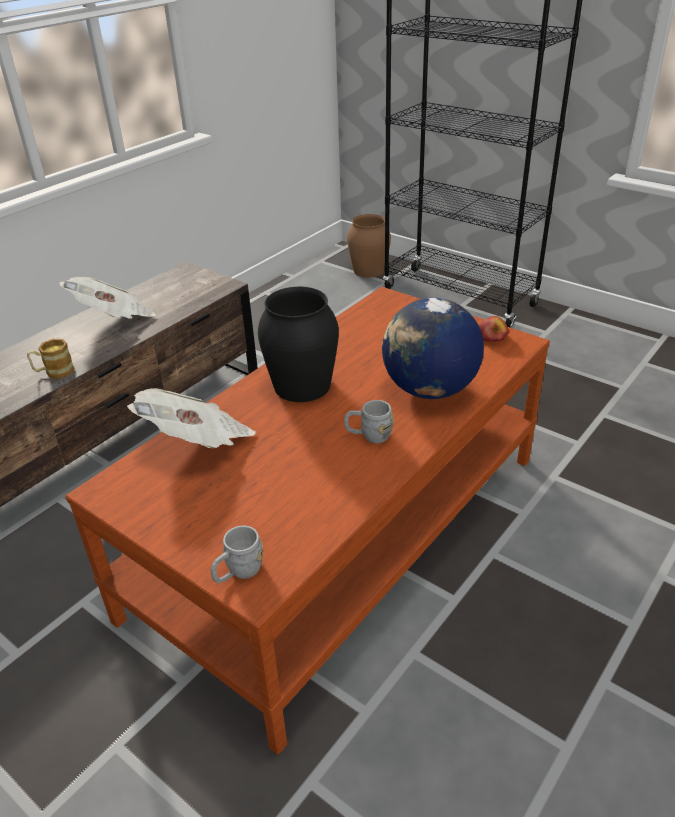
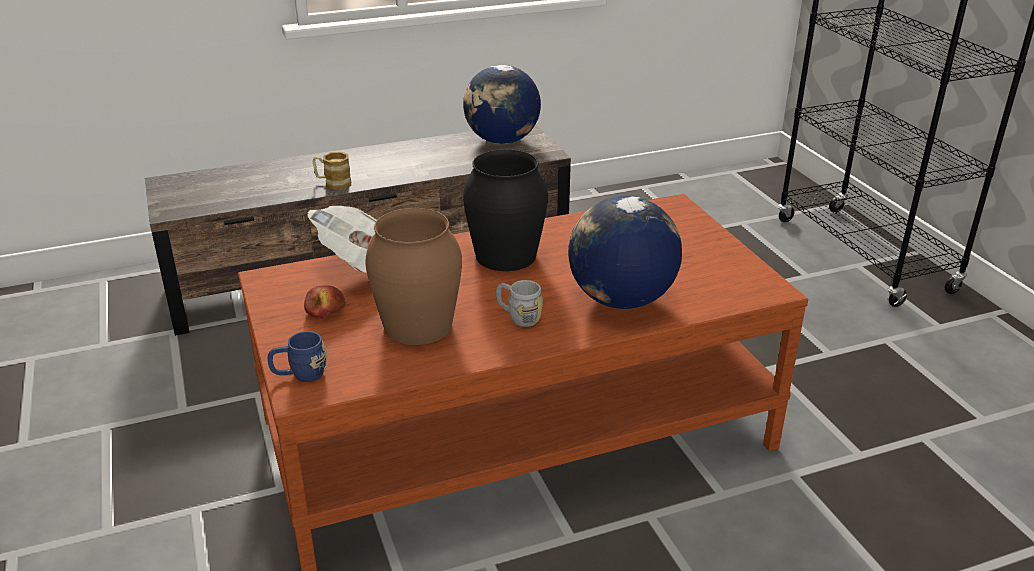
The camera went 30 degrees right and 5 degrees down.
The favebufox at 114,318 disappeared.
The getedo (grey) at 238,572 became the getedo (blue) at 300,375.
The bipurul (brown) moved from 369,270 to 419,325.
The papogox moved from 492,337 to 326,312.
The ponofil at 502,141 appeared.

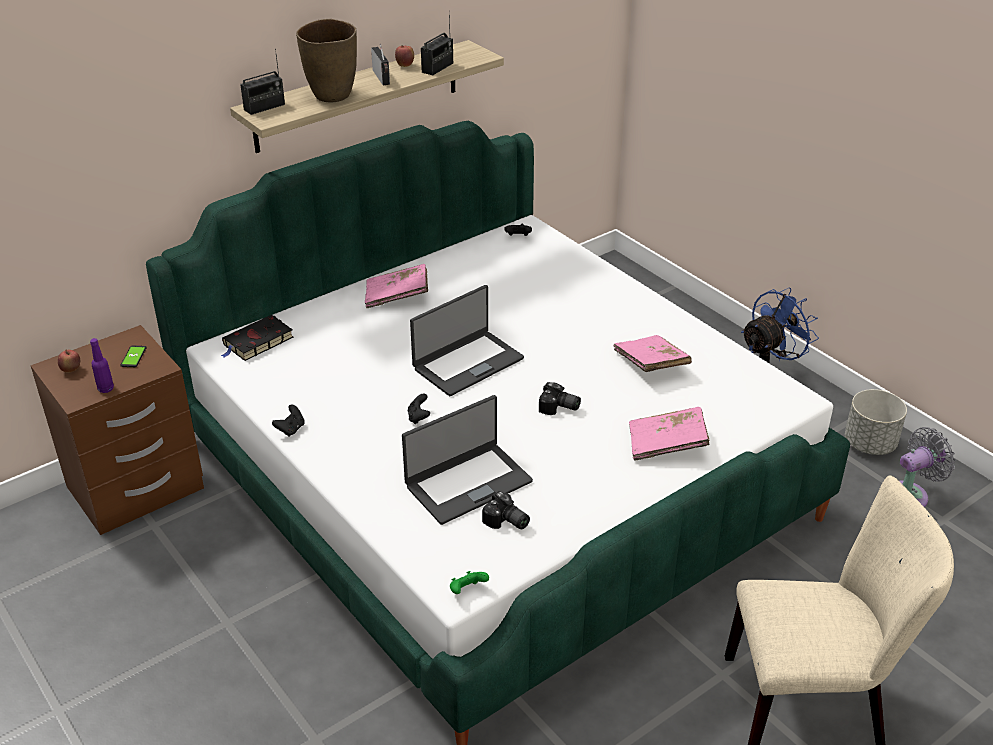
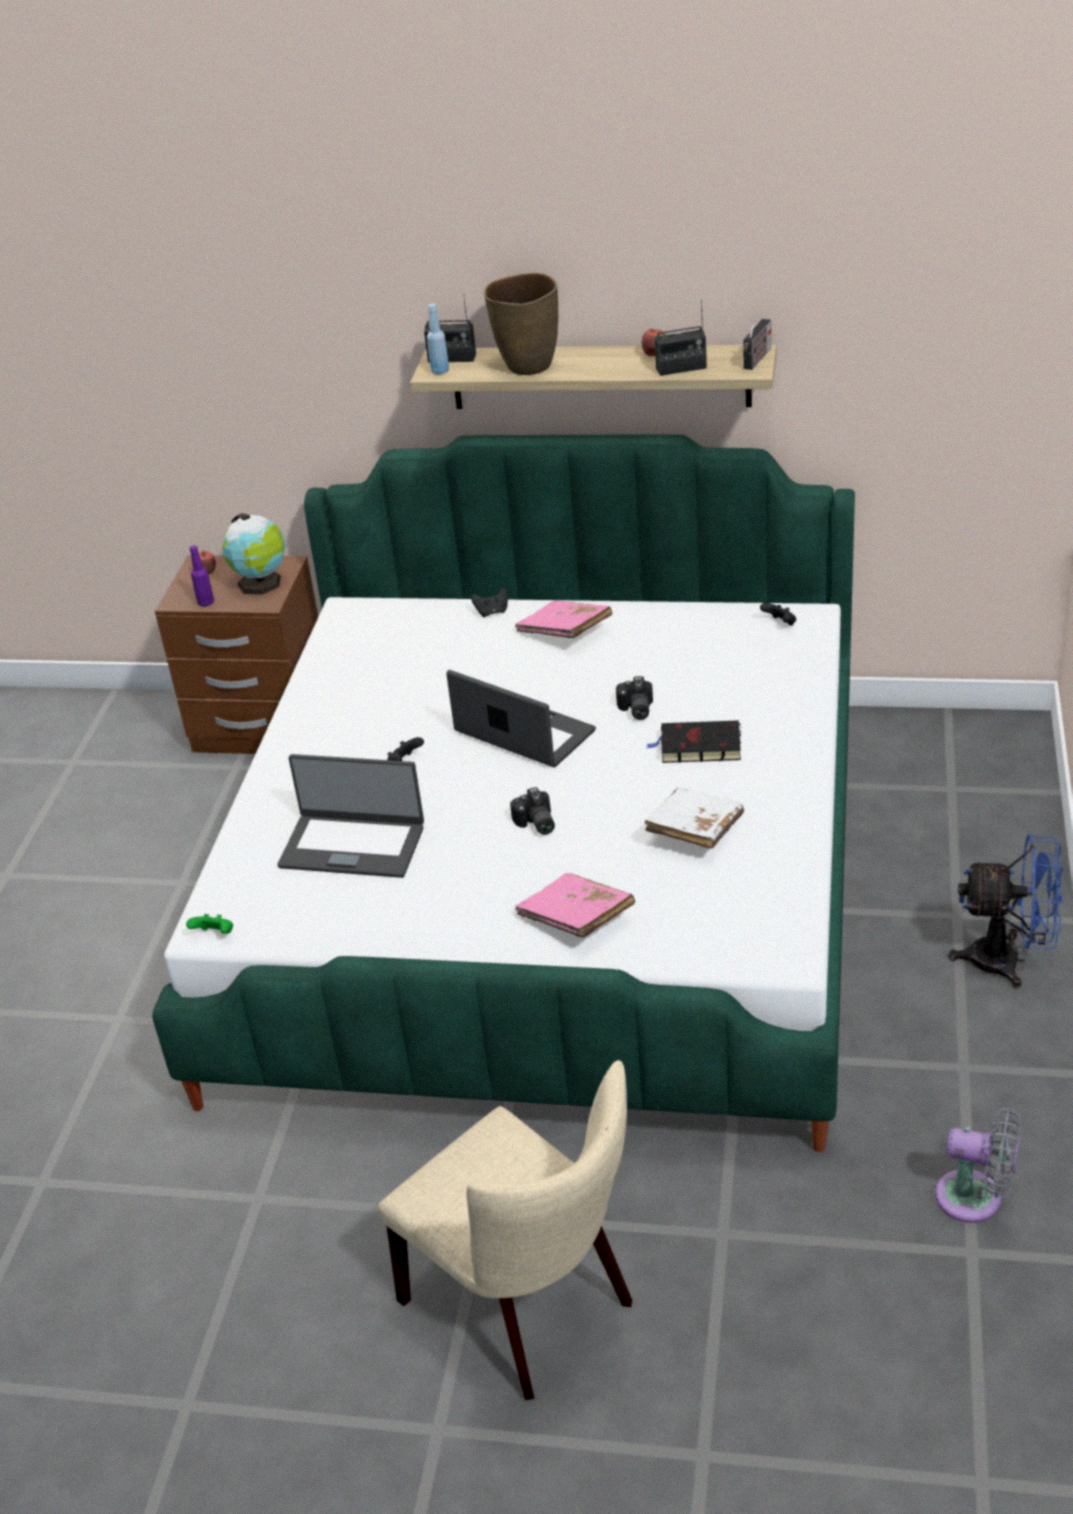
The camera went 50 degrees right and 0 degrees up.
The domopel at 133,357 was replaced by the ponofil at 261,584.
The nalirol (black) moved from 257,342 to 698,747.
The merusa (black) moved from 291,429 to 492,612.
The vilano moved from 382,78 to 757,360.
The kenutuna at 467,363 turned 150 degrees counterclockwise.
The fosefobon moved from 506,522 to 635,710.
The nalirol (pink) at 650,364 became the nalirol (white) at 694,831.
The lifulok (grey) at 869,443 disappeared.
The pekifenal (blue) at 440,371 appeared.

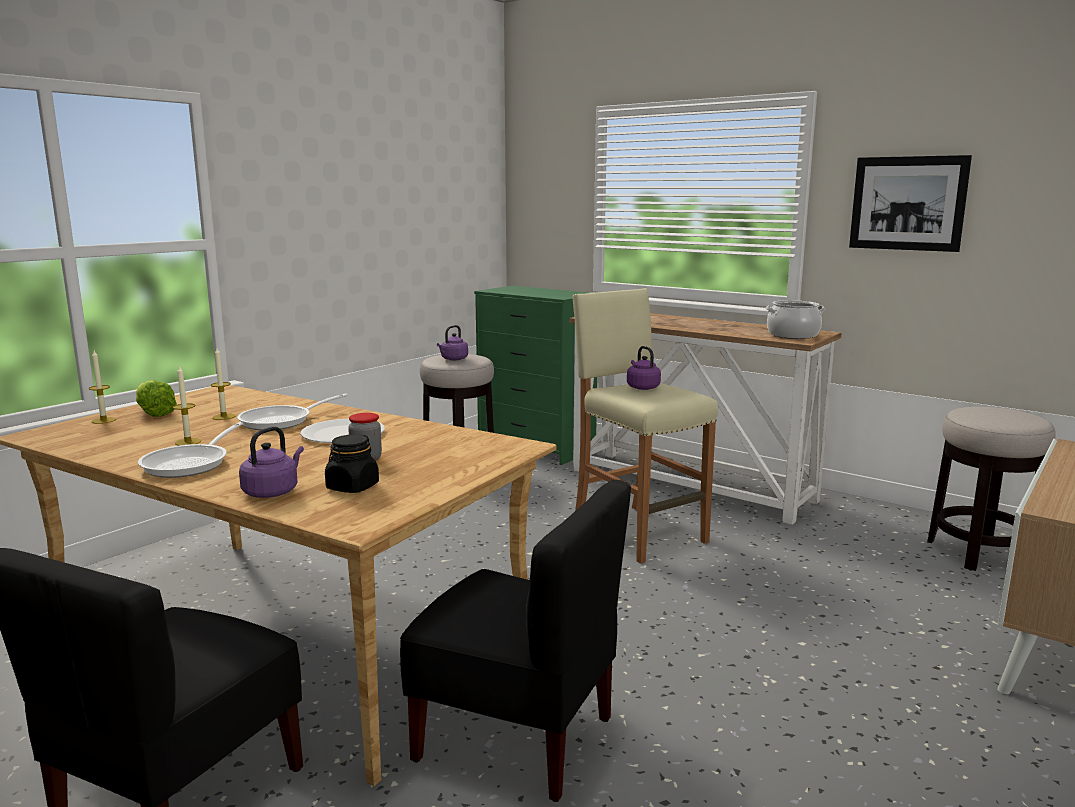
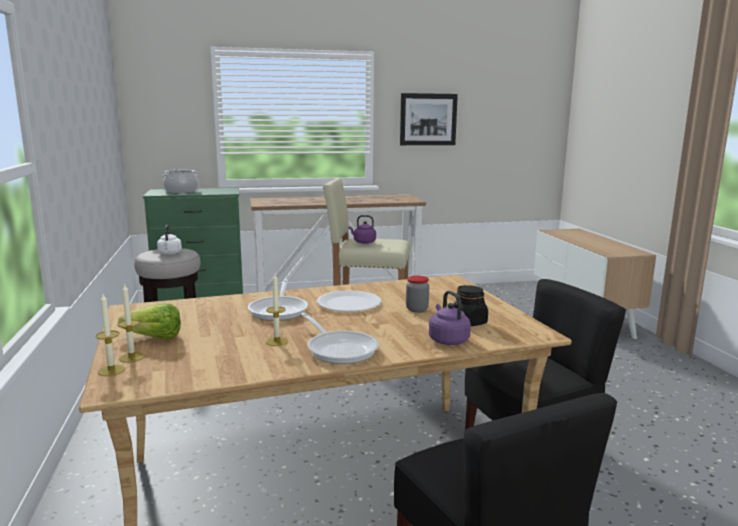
The camera went 50 degrees left and 0 degrees up.
The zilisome moved from 223,417 to 111,370.
The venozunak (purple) at 453,359 became the venozunak (white) at 169,253.
The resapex moved from 793,335 to 181,191.
The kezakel at 979,553 disappeared.

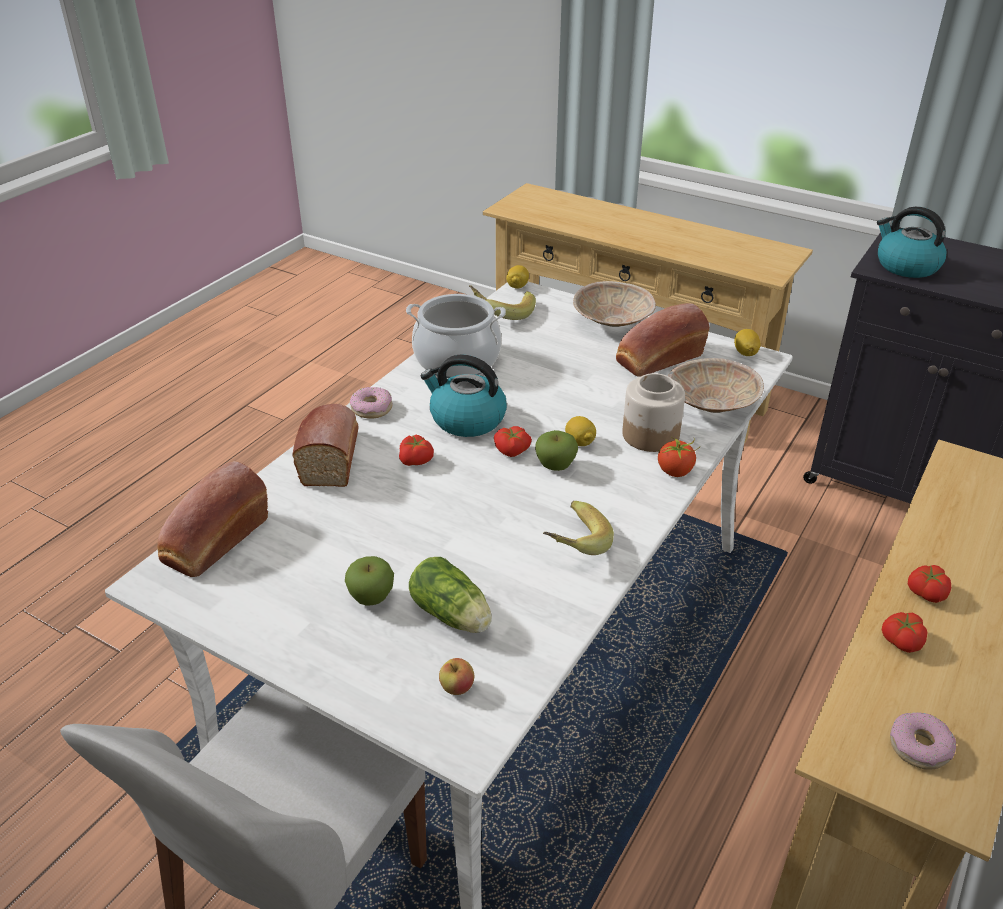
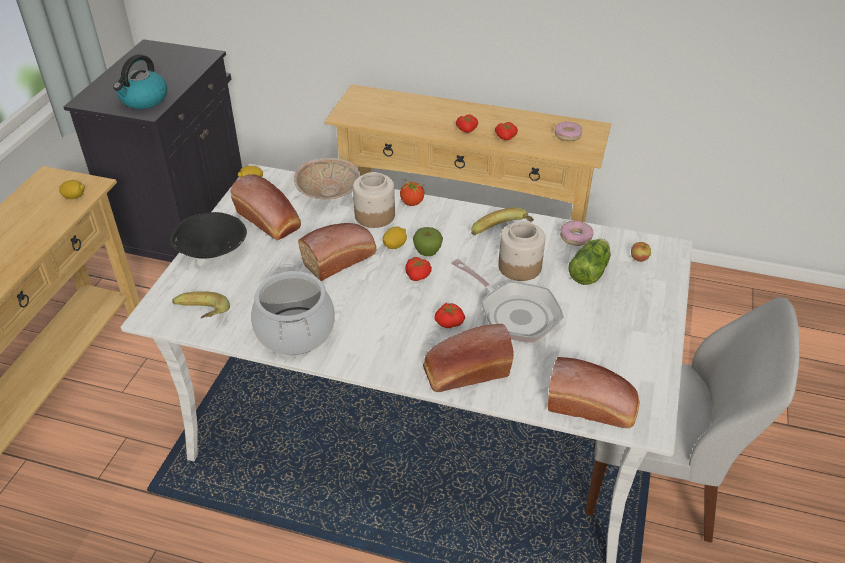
The camera went 105 degrees left and 5 degrees up.
The papogox at 371,598 disappeared.
The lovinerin moved from 372,408 to 576,237.
The venozunak at 466,419 disappeared.
The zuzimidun moved from 517,286 to 74,197.
The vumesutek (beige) at 612,323 became the vumesutek (black) at 212,250.
The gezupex at 341,259 appeared.
The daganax at 514,313 appeared.
The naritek at 519,267 appeared.

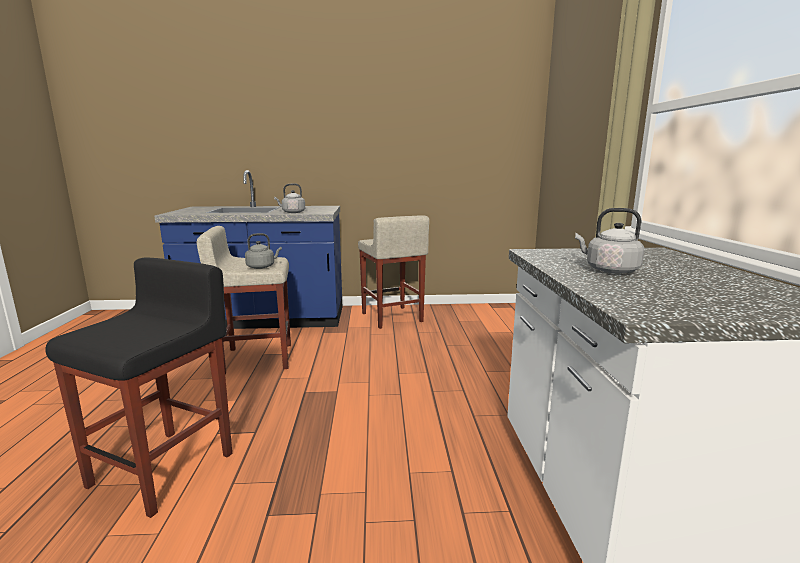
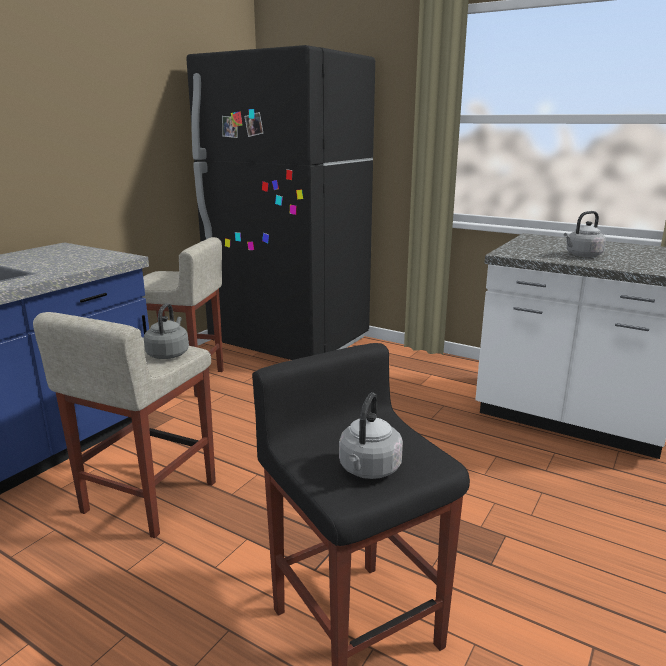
The camera went 55 degrees left and 5 degrees up.
The venozunak (grey) moved from 292,212 to 368,470.
The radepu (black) at 290,342 appeared.

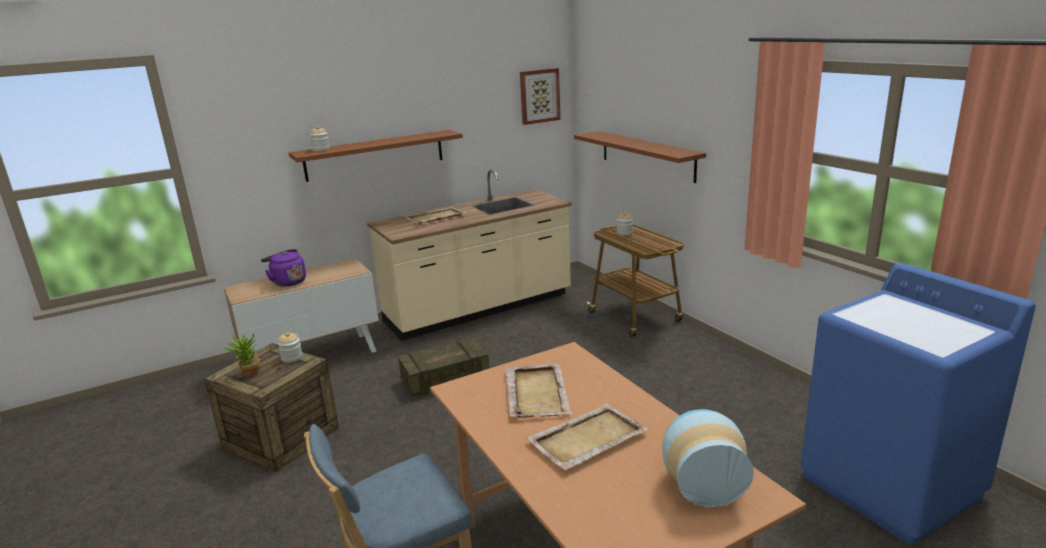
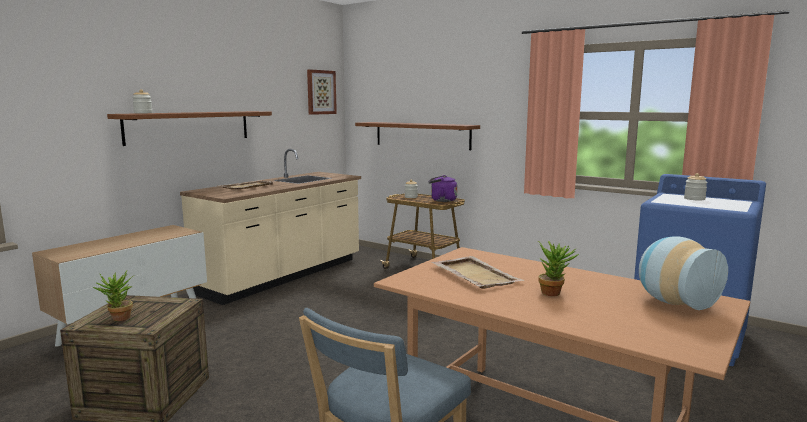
The camera went 25 degrees left and 10 degrees down.
The venozunak (purple) moved from 287,282 to 442,200.
The naritek moved from 292,358 to 694,199.
The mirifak at 445,379 disappeared.
The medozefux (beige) at 586,439 was replaced by the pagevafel at 554,292.

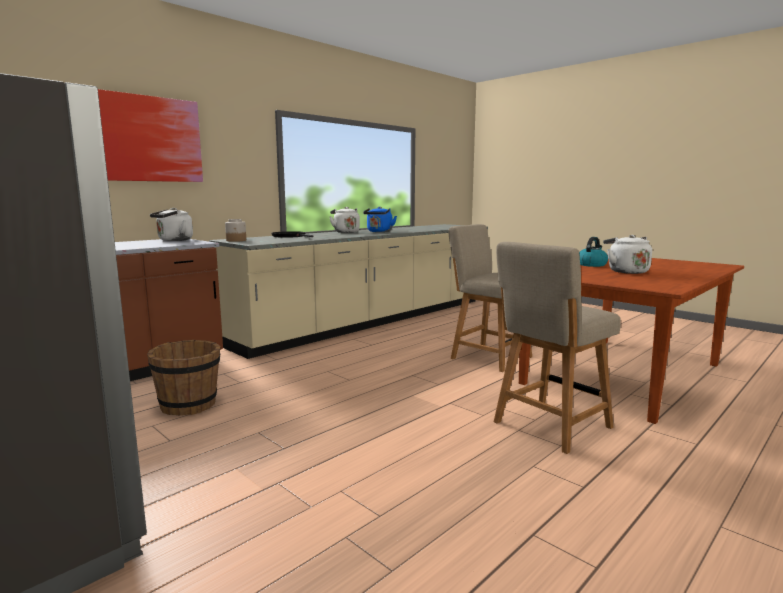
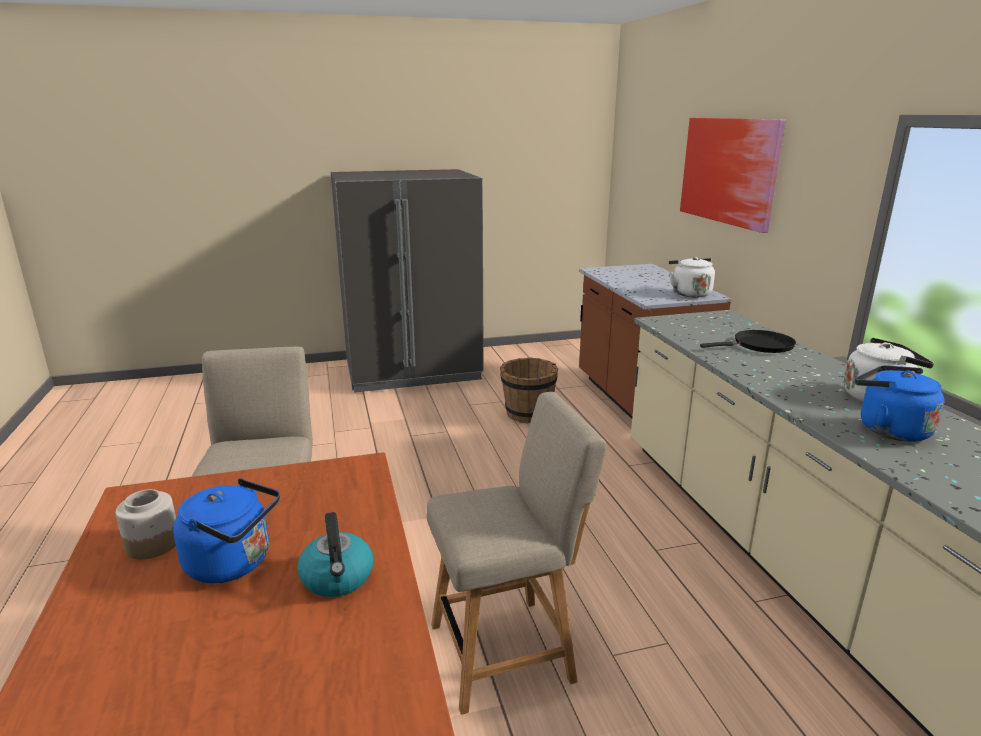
The camera went 120 degrees right and 10 degrees up.
The naritek moved from 236,240 to 152,544.
The venozunak (white) at 626,271 became the venozunak (blue) at 234,563.

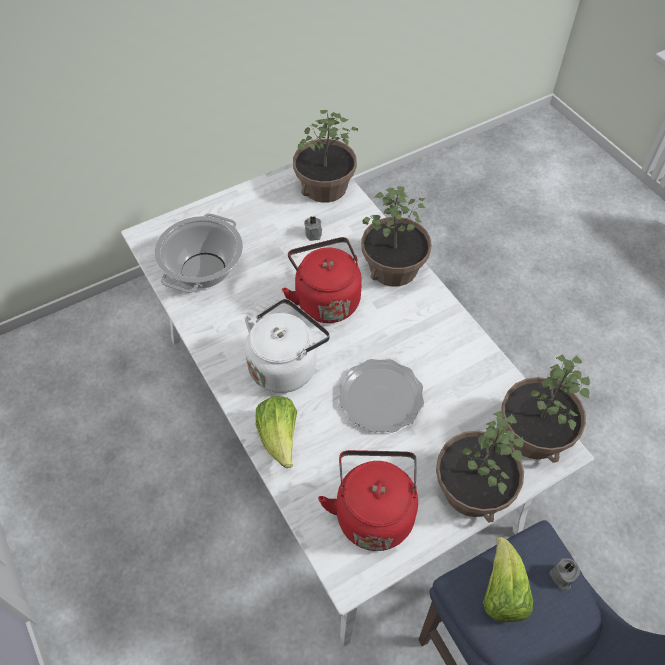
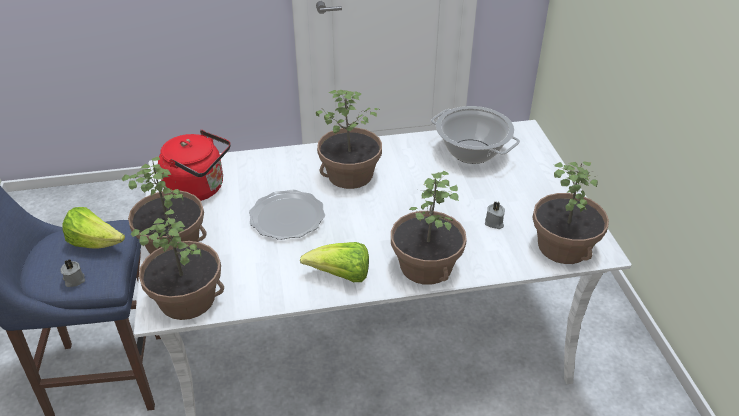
The camera went 110 degrees right and 15 degrees down.
The venozunak (white) at 285,365 was replaced by the pagevafel at 350,175.
The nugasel moved from 279,438 to 341,276.
The venozunak (red) at 325,299 disappeared.

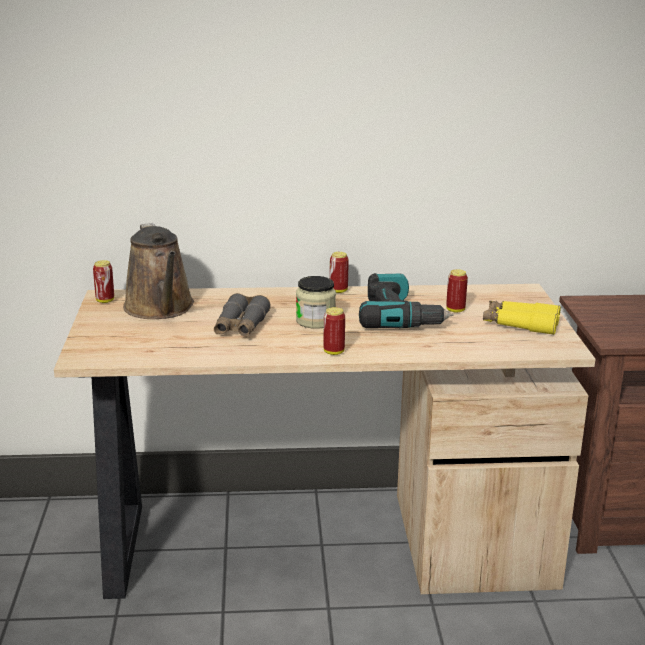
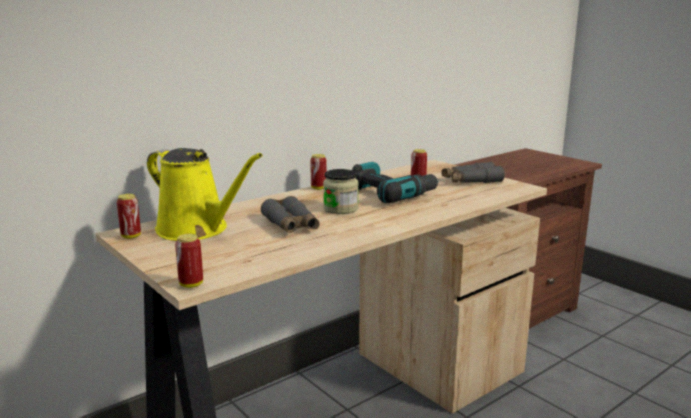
The camera went 35 degrees left and 5 degrees down.
The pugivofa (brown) at 160,308 became the pugivofa (yellow) at 197,230.
The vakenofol moved from 333,352 to 191,284.
The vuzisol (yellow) at 520,324 became the vuzisol (grey) at 471,181.

